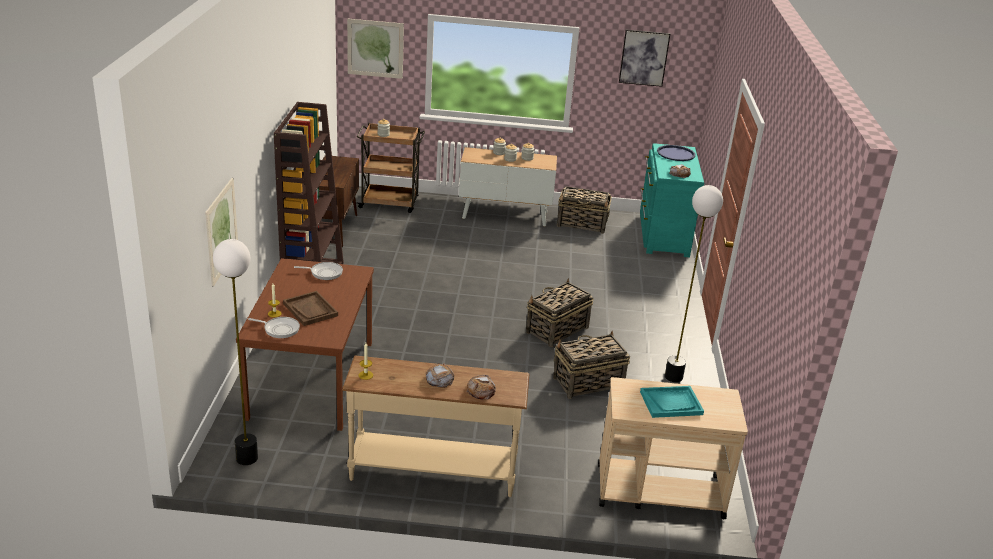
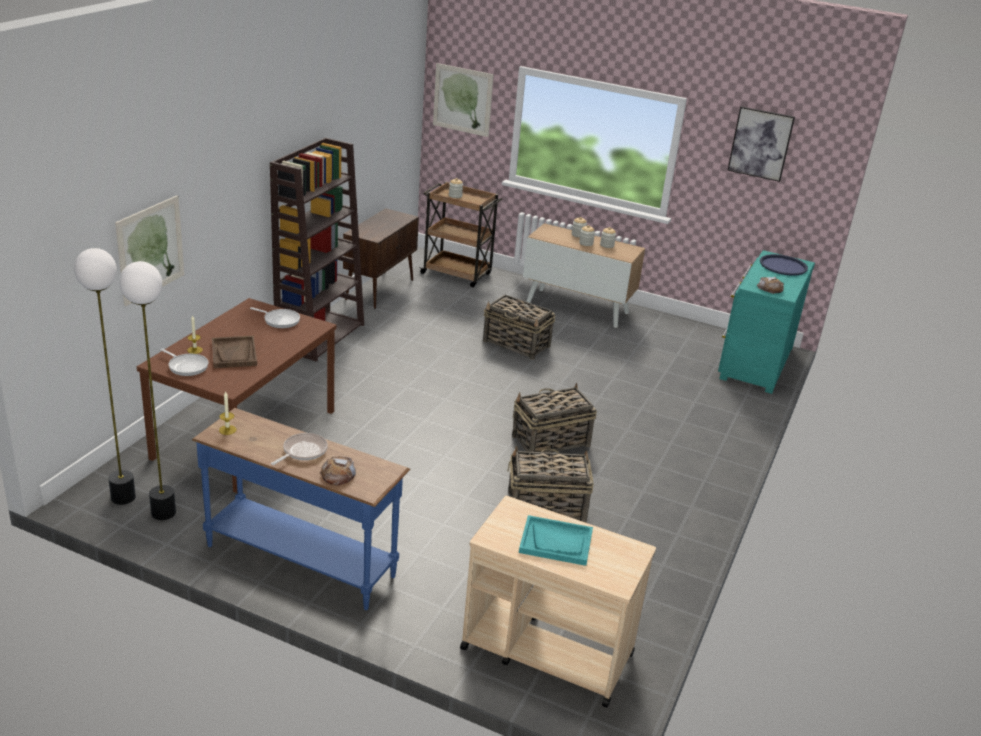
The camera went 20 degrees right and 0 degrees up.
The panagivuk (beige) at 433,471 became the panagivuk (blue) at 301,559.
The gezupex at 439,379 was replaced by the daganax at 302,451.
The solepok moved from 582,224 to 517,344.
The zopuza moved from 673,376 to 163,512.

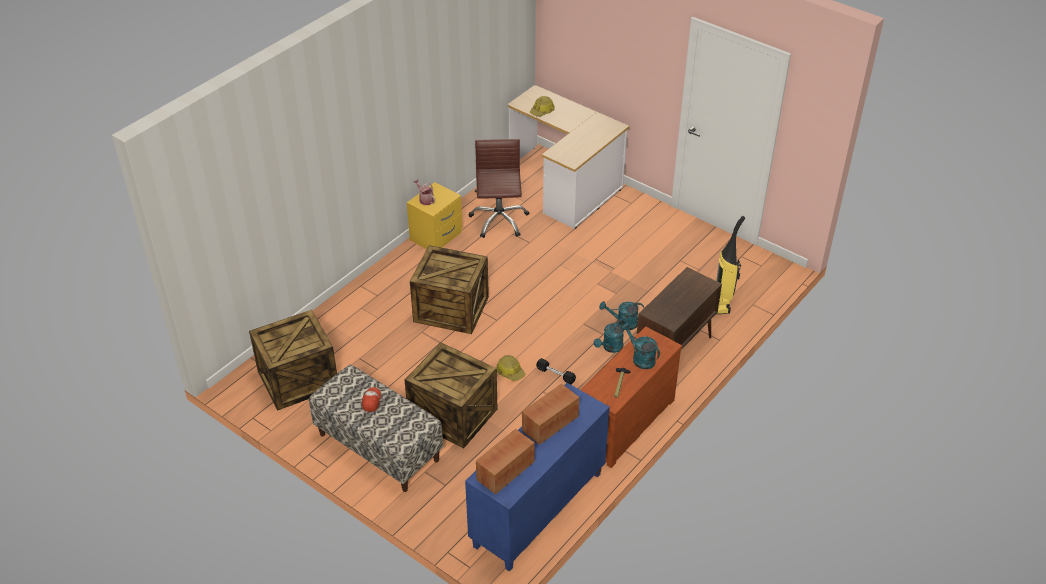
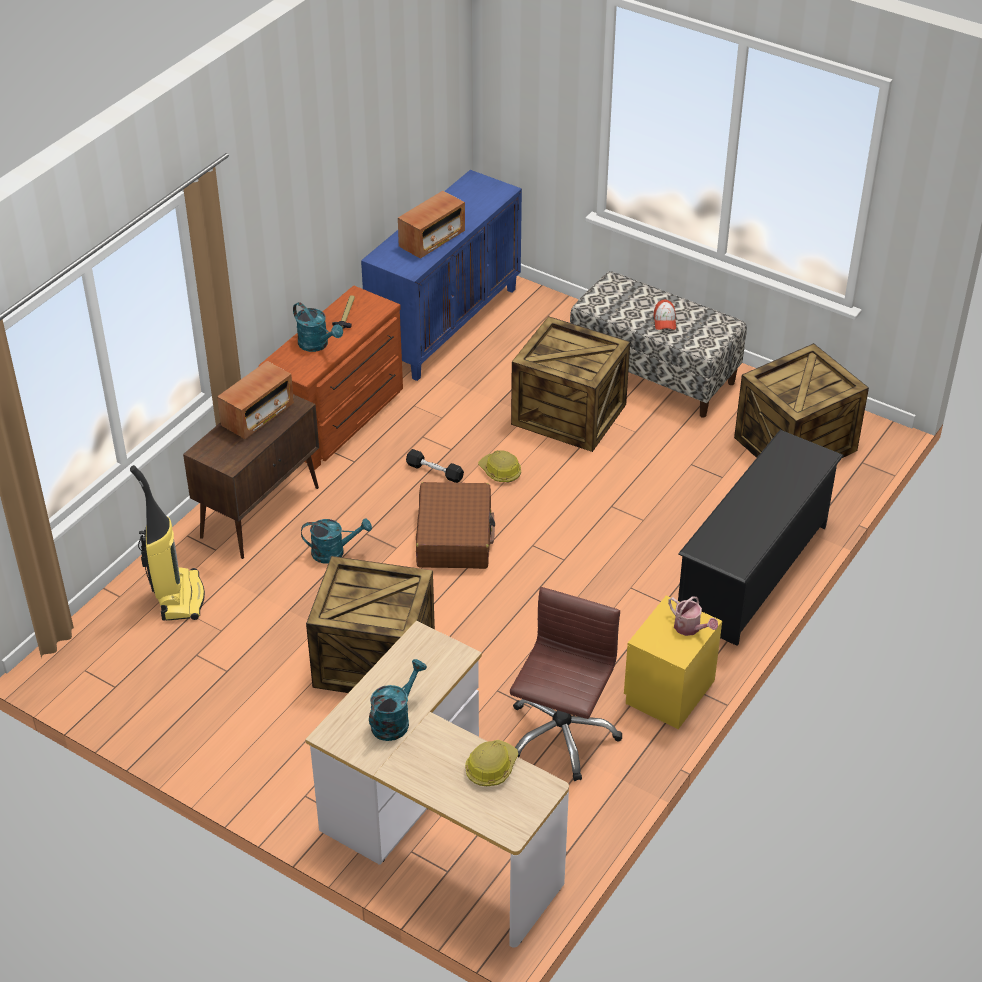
The camera went 175 degrees right and 0 degrees up.
The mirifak moved from 451,308 to 373,661.
The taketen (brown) at 498,220 turned 150 degrees counterclockwise.
The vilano moved from 505,471 to 258,415.
The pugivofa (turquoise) moved from 610,348 to 394,720.
The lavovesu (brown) at 454,536 appeared.
The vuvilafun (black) at 753,572 appeared.

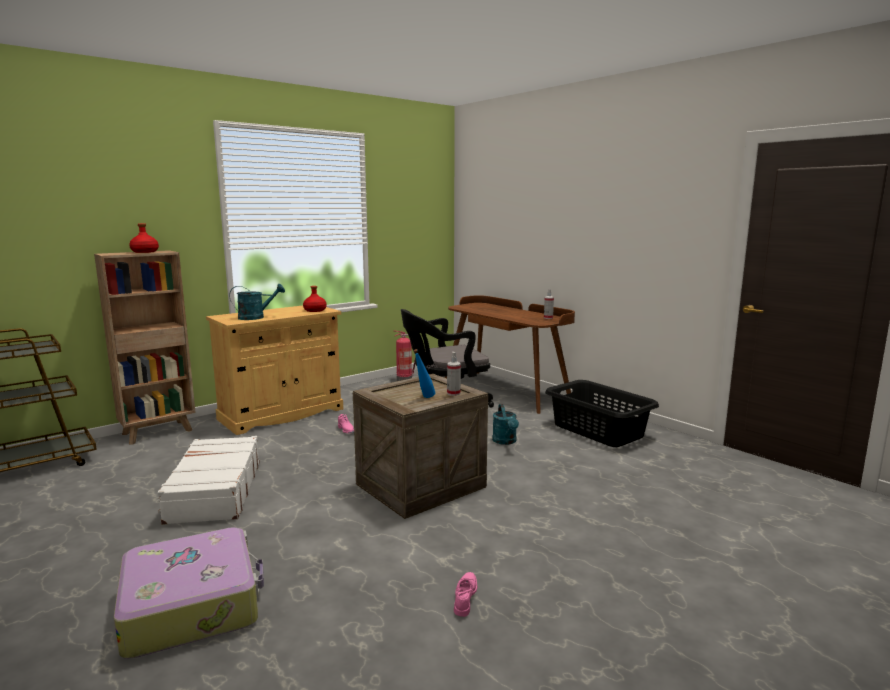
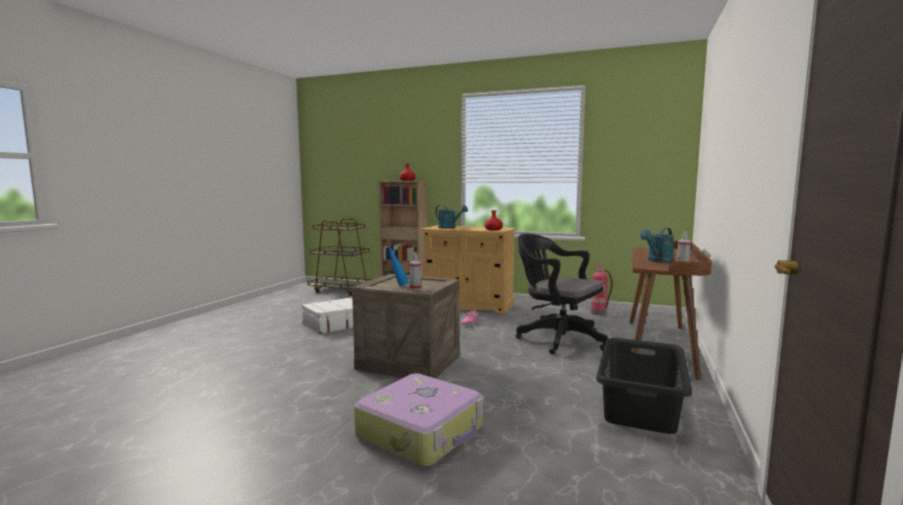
The camera went 60 degrees right and 5 degrees down.
The lavovesu moved from 192,605 to 422,432.
The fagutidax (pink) at 465,598 disappeared.
The pugivofa (turquoise) moved from 505,441 to 658,261.

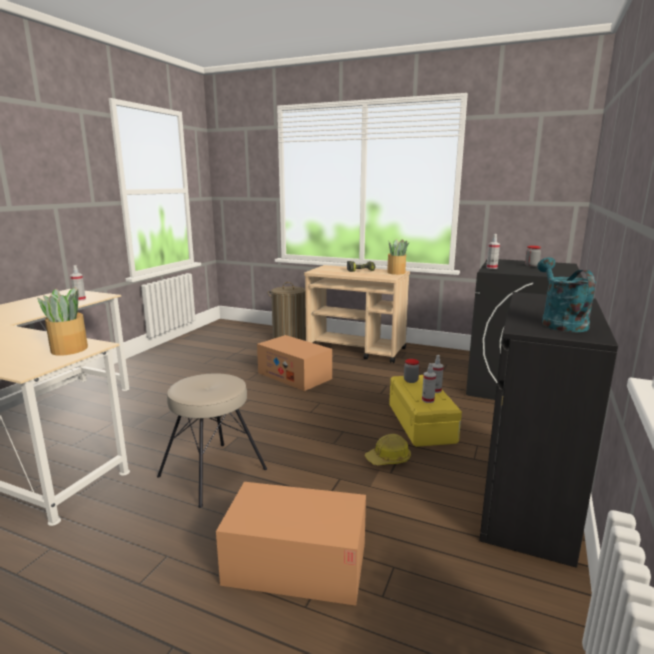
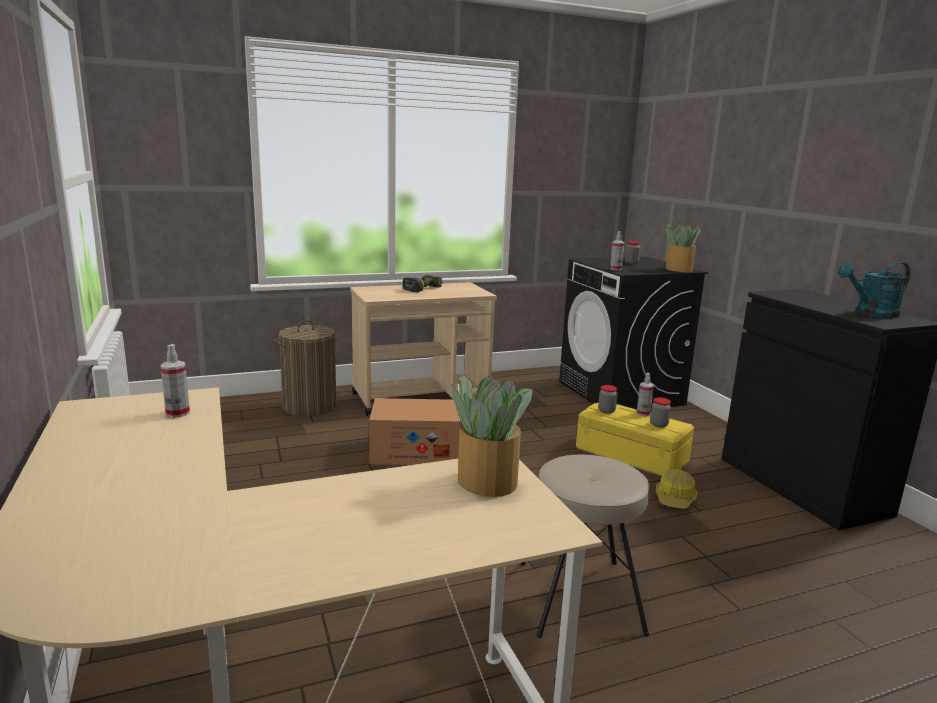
The camera went 45 degrees left and 0 degrees up.
The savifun at 296,564 disappeared.
The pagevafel moved from 396,272 to 678,269.
The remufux at 428,400 was replaced by the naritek at 659,424.
The pugivofa (turquoise) at 559,322 turned 60 degrees counterclockwise.

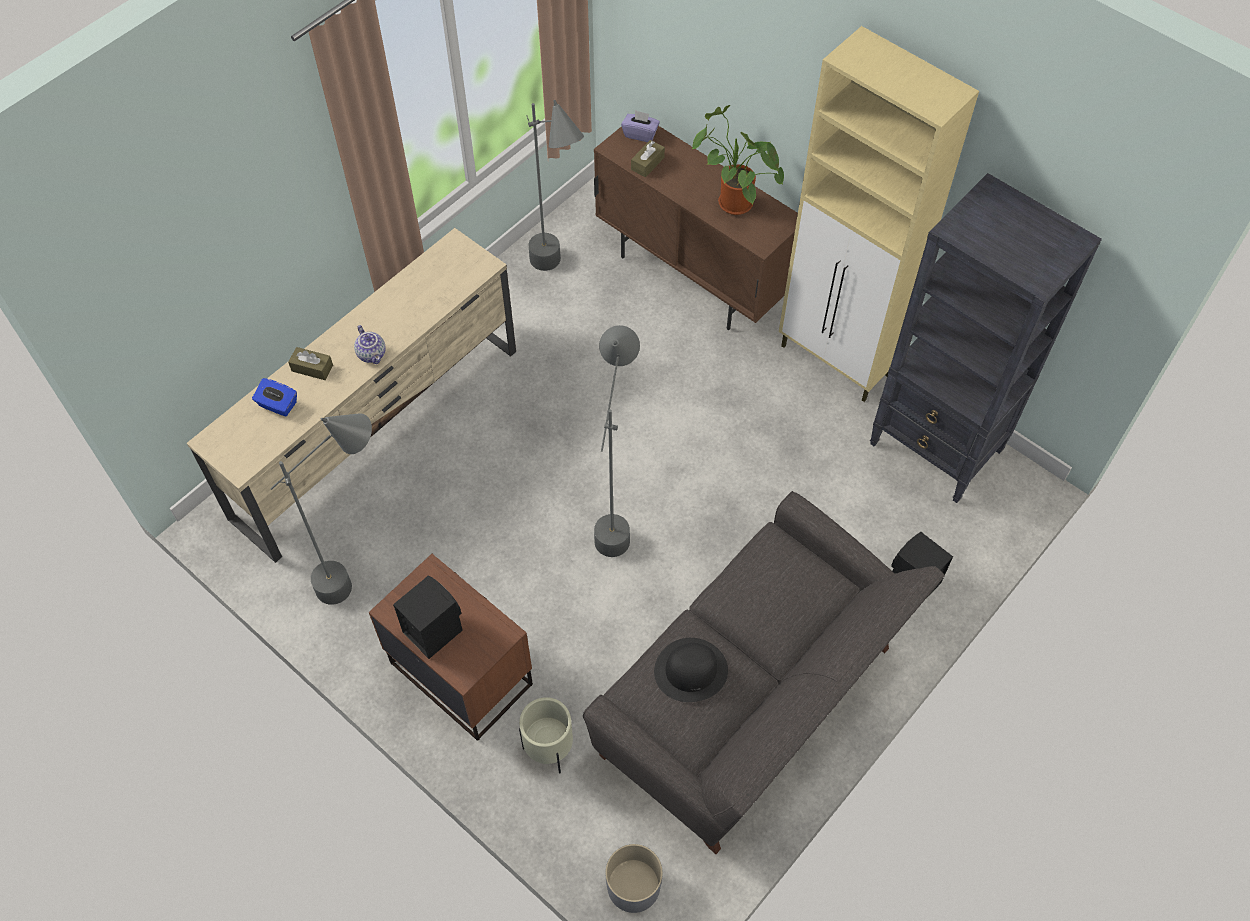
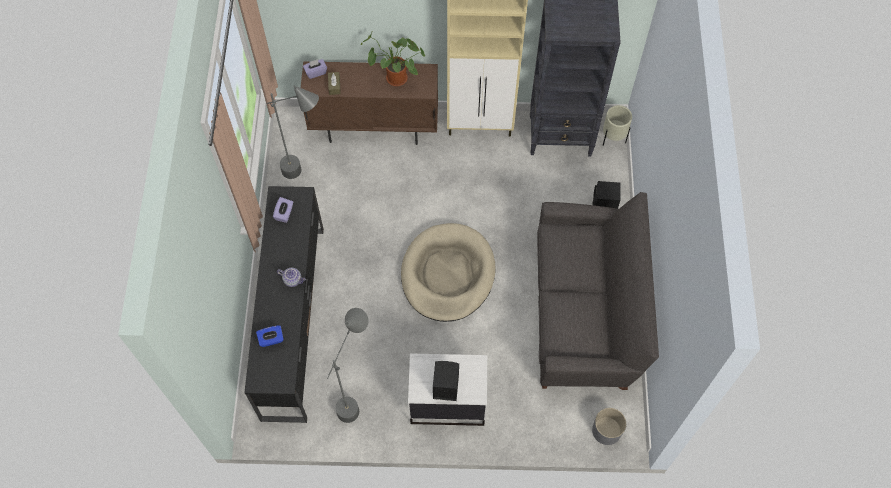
The camera went 40 degrees left and 5 degrees up.
The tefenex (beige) at 379,432 became the tefenex (black) at 294,320.
The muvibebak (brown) at 312,368 disappeared.
The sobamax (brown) at 461,672 became the sobamax (white) at 447,401.
The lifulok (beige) moved from 549,750 to 613,138.
The zopuza (grey) at 615,515 was replaced by the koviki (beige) at 448,274.
The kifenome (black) at 691,670 disappeared.
The muvibebak (purple) at 284,214 appeared.

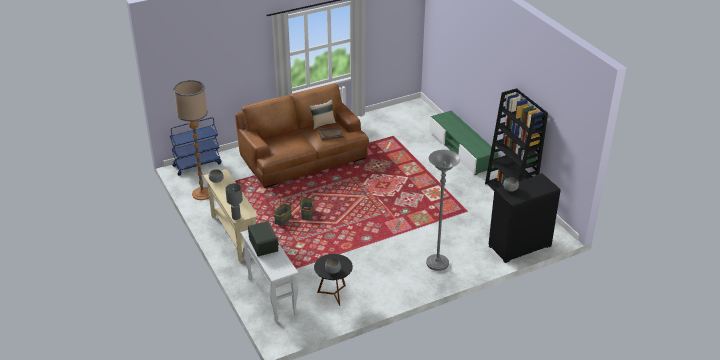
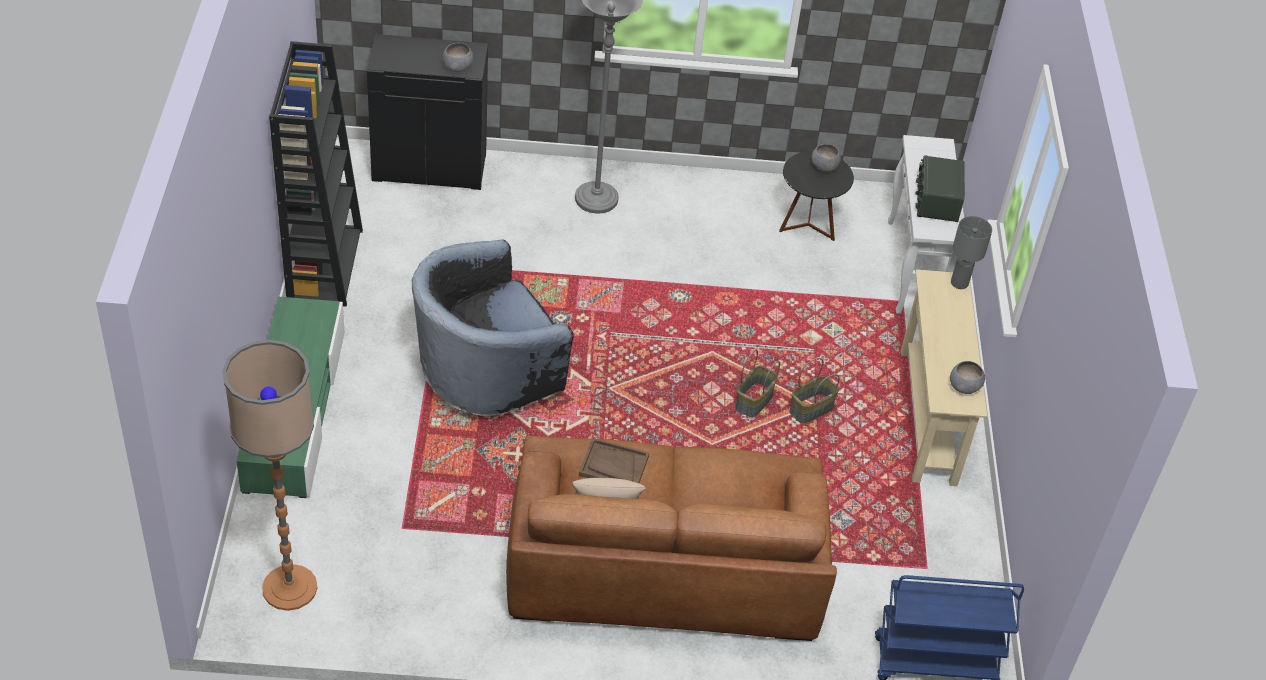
The camera went 155 degrees left and 10 degrees up.
The zopuza moved from 202,193 to 289,588.
The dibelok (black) at 487,375 appeared.

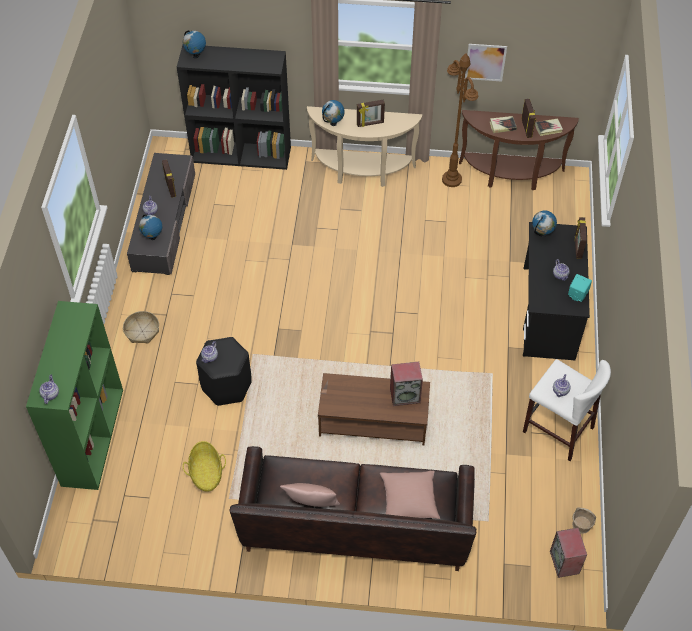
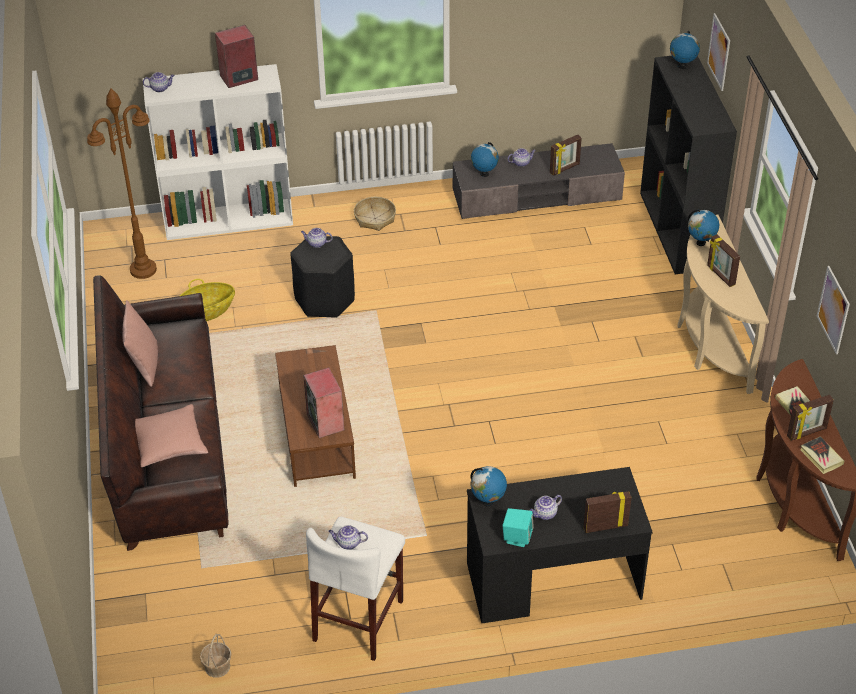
The camera went 75 degrees right and 10 degrees down.
The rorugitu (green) at 92,436 became the rorugitu (white) at 229,219.
The zopuza (brown) moved from 451,179 to 143,269.
The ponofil moved from 542,234 to 488,502.
The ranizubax moved from 565,562 to 238,78.
The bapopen at 719,52 appeared.

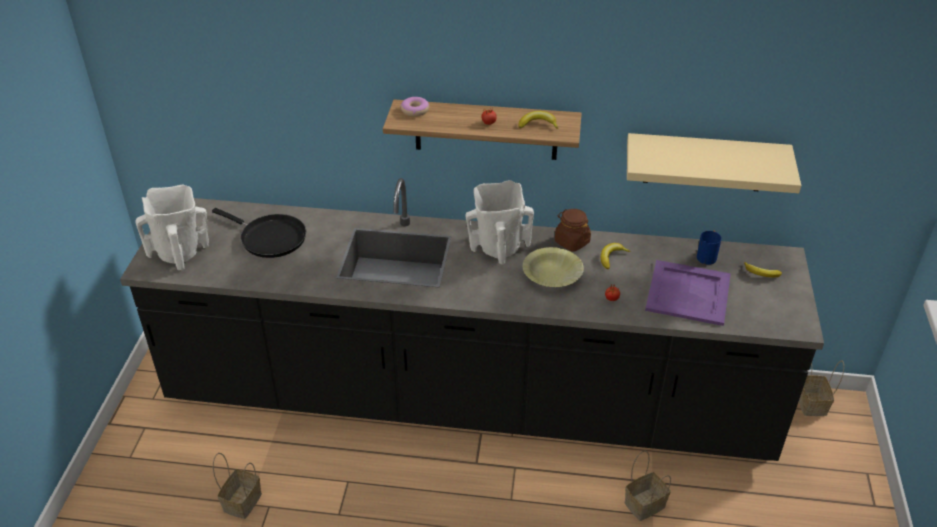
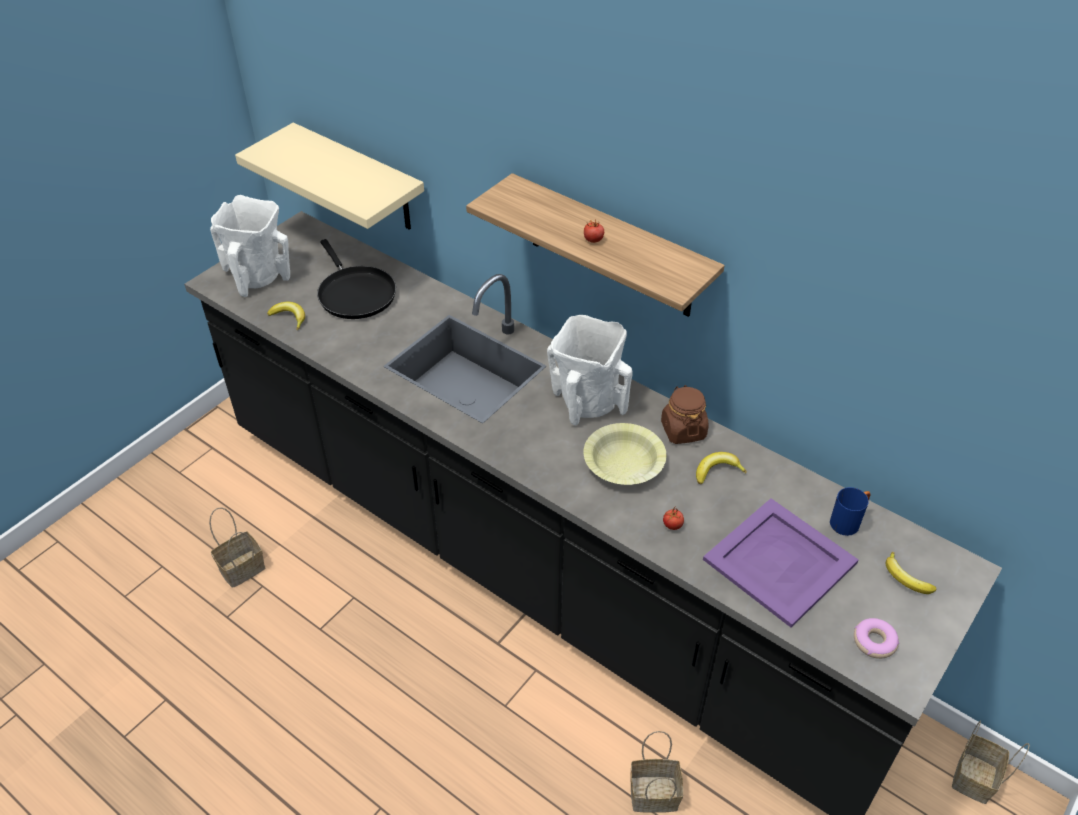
The camera went 30 degrees right and 5 degrees up.
The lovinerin moved from 415,110 to 874,642.
The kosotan moved from 538,124 to 289,317.
The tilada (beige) moved from 704,162 to 360,178.

